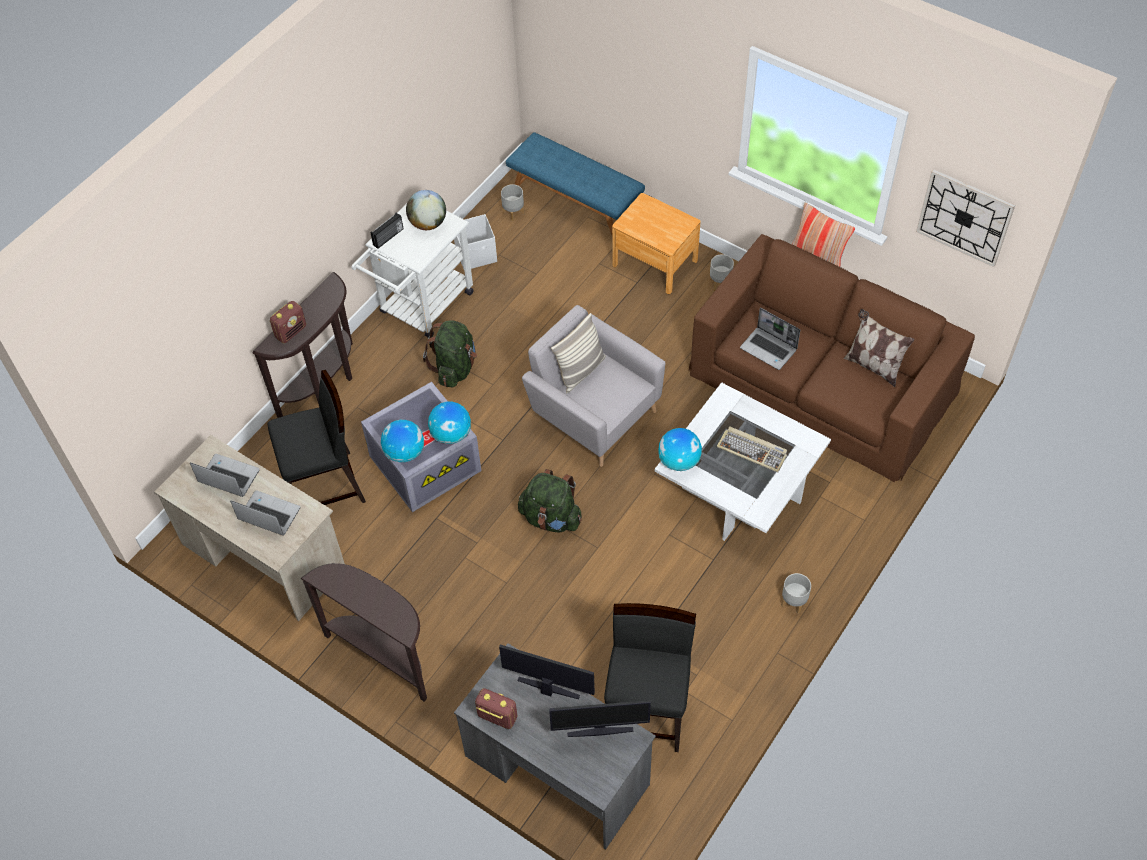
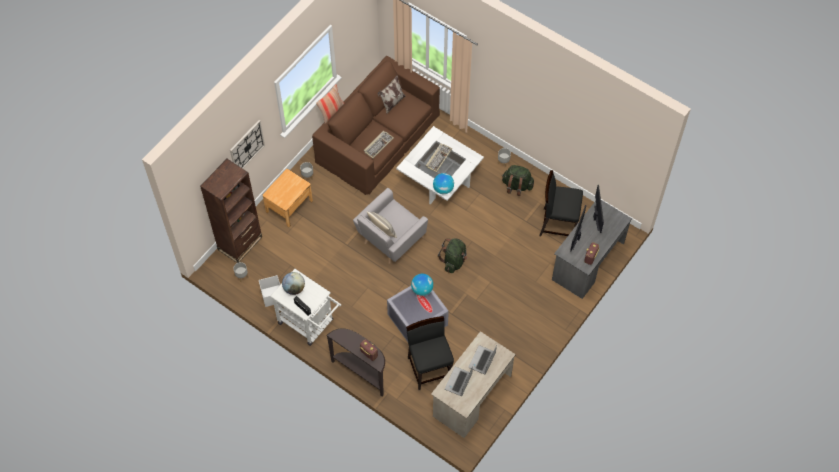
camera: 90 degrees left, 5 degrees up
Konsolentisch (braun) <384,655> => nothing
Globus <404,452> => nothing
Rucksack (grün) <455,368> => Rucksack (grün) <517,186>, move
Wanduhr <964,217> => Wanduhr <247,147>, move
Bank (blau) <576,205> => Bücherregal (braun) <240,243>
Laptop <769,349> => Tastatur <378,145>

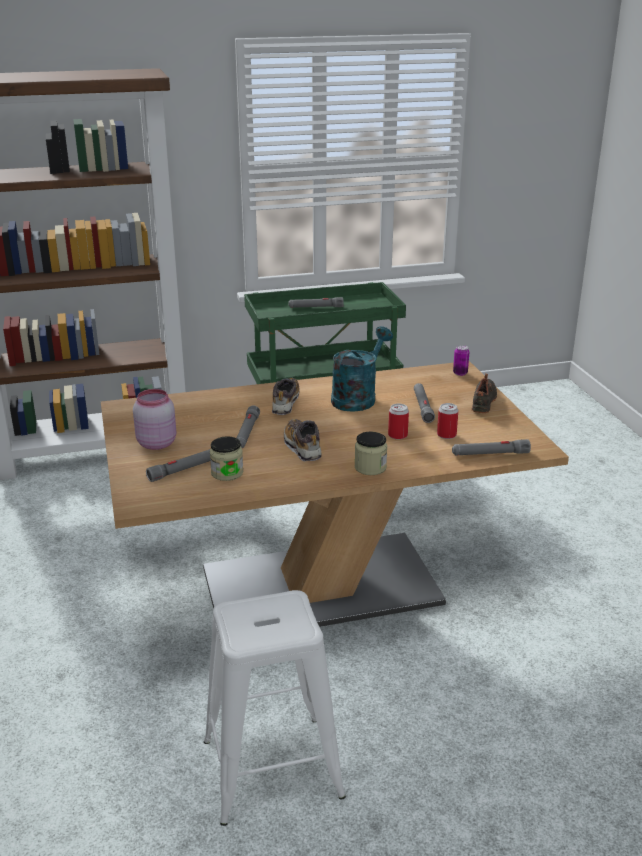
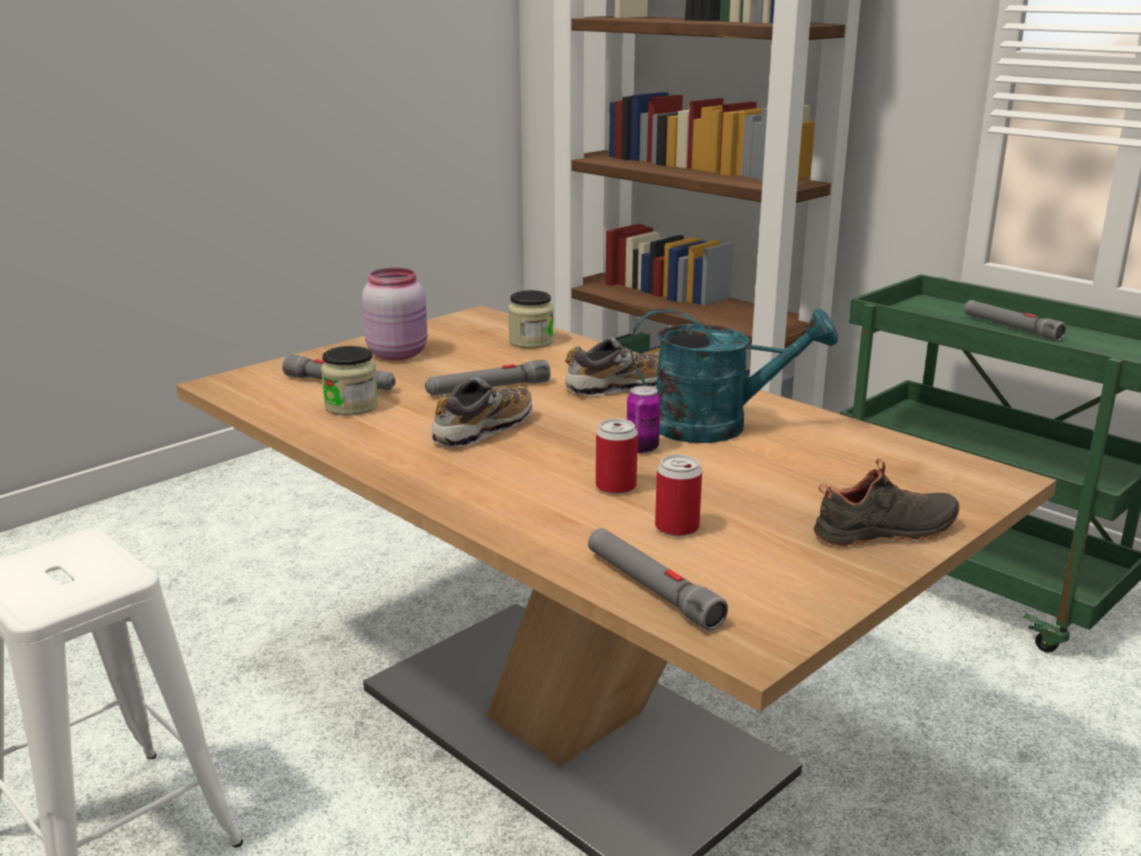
camera: 60 degrees right, 5 degrees down
Taschenlampe (grau) <422,407> => nothing
Vorratsglas <370,467> => Vorratsglas <531,342>, move
Dose <460,373> => Dose <642,448>, move

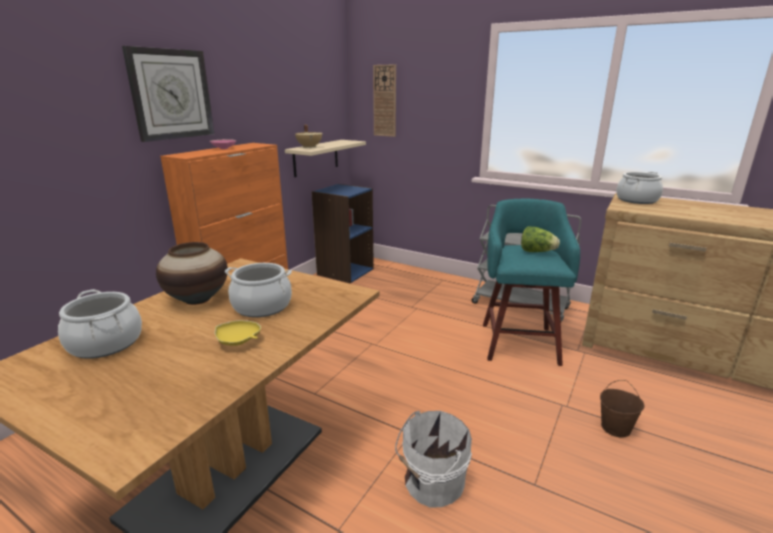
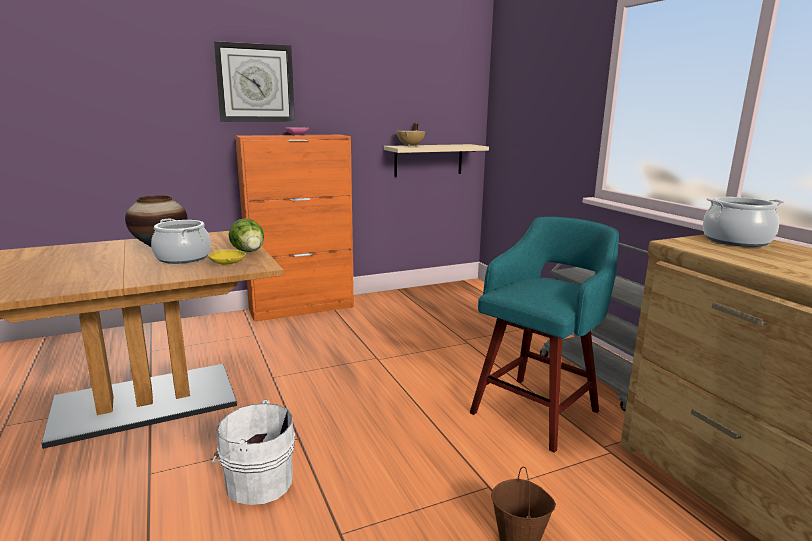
camera: 35 degrees right, 5 degrees down
Kochtopf <106,343> => nothing
Bücherregal (blau) <345,271> => nothing
Wanduhr <385,101> => nothing
Schüssel (gelb) <238,342> => Schüssel (gelb) <227,264>, move
Salatkopf <536,252> => Salatkopf <249,252>, move

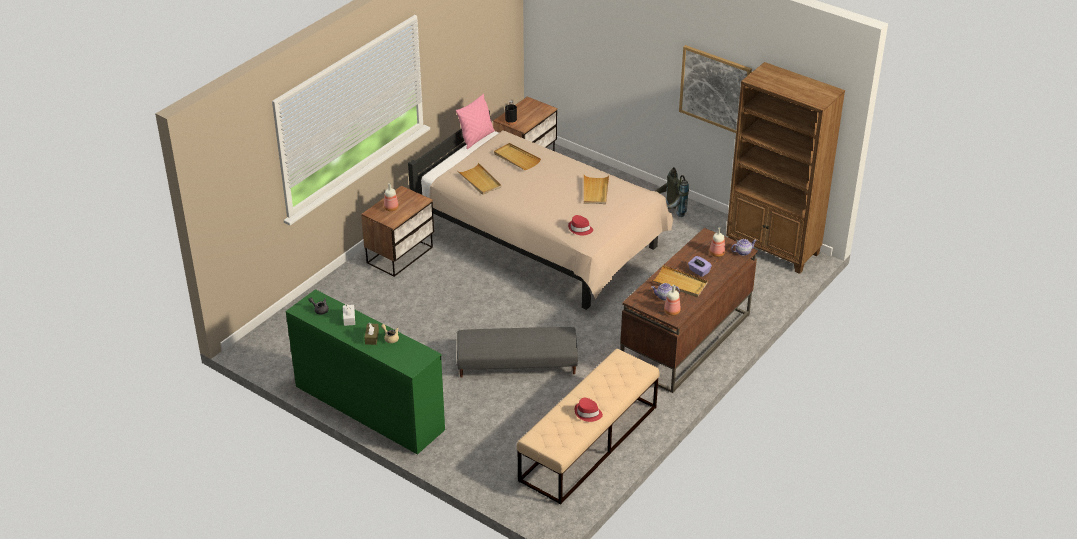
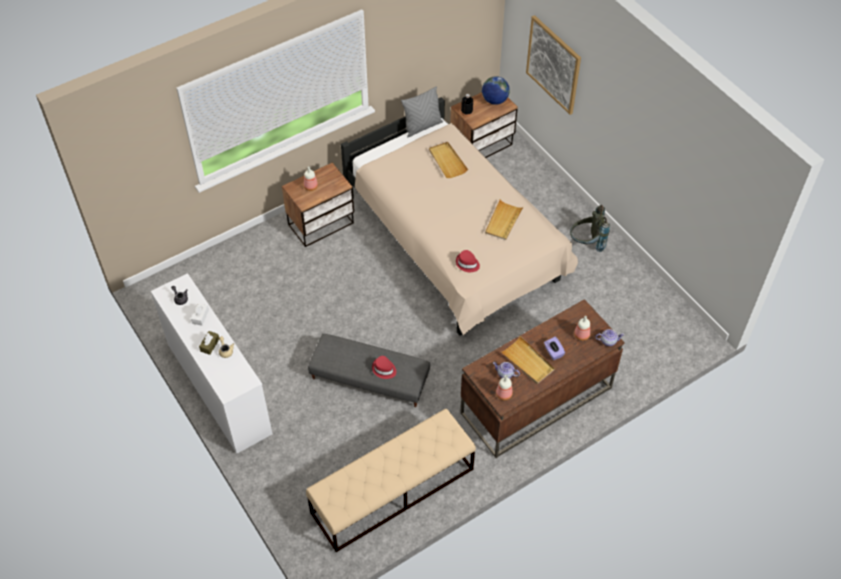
camera: 20 degrees right, 15 degrees up
Tablett (beige) <480,181> => nothing
Bücherregal (braun) <773,249> => nothing
nothing => Globus <494,100>
Hut (rot) <588,413> => Hut (rot) <384,369>, move
Bild <715,89> => Bild <553,64>, move
Kommode (grün) <369,408> => Kommode (weiß) <218,388>
Kissen (rosa) <476,138> => Kissen (grau) <422,126>

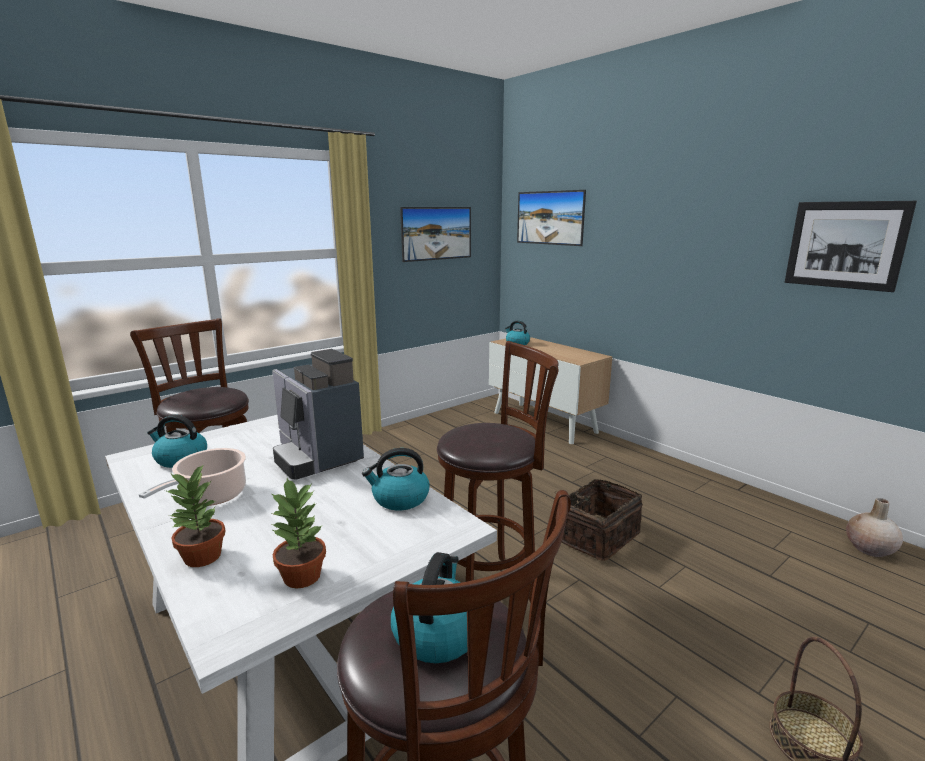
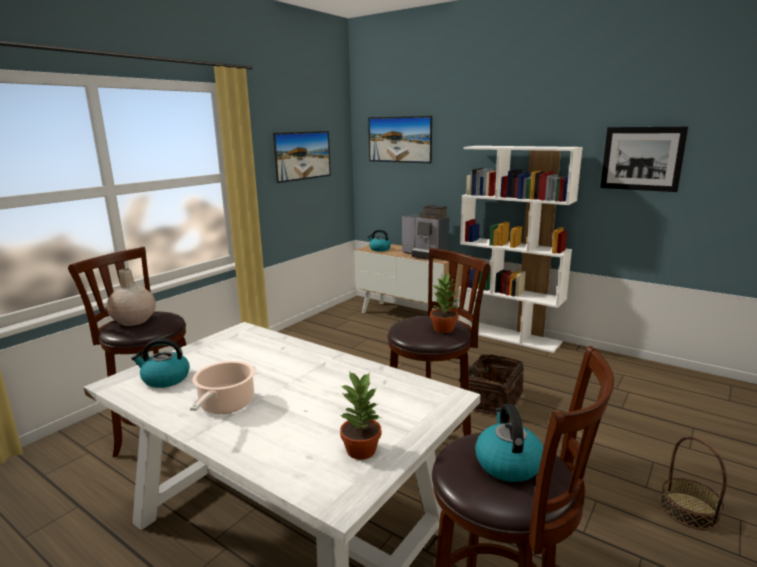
camera: 15 degrees left, 0 degrees up
Wasserkessel <399,499> => nothing
nothing => Bücherregal (weiß) <508,336>
Topfpflanze <203,557> => Topfpflanze <444,329>, move
Kaffeemaschine <317,456> => Kaffeemaschine <425,254>, move
Vase (beige) <869,549> => Vase (beige) <134,321>, move

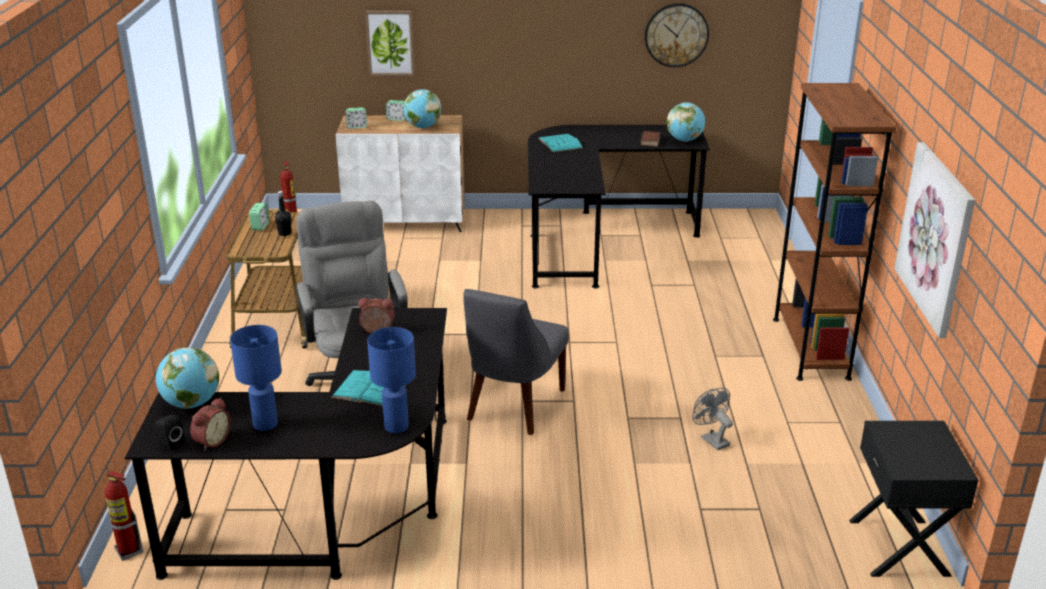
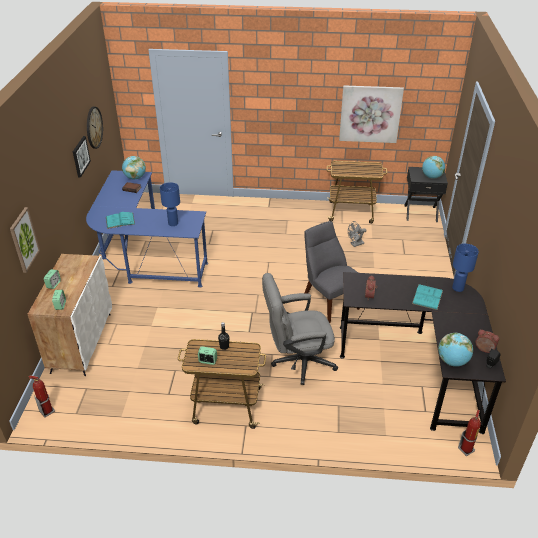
camera: 85 degrees left, 10 degrees up
Bücherregal (braun) <810,348> => nothing
nothing => Bild <80,156>
nothing => Rollwagen <352,212>
Tischlampe (blau) <265,424> => Tischlampe (blau) <173,223>, move
Globus <423,127> => Globus <431,177>, move
Schreibtisch (schwarz) <596,238> => Schreibtisch (blau) <144,257>
Stuhl (grau) <513,407> => Stuhl (grau) <328,301>, 150 degrees counterclockwise

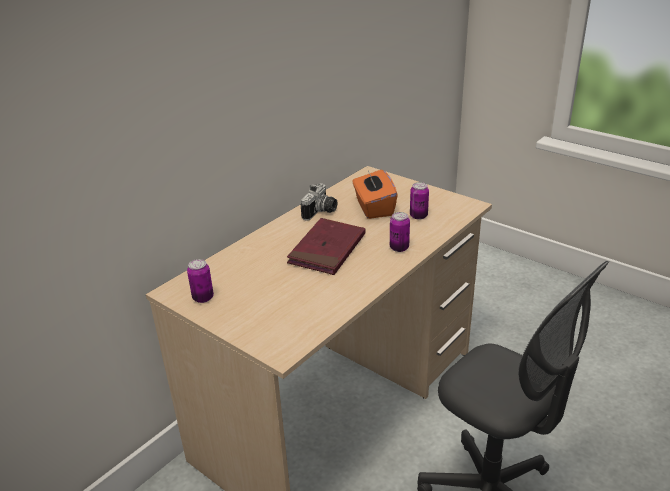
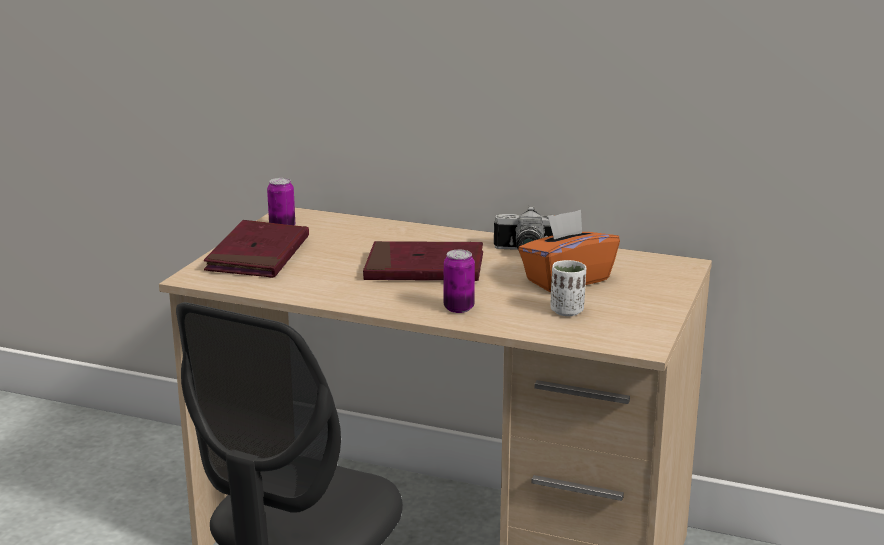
camera: 70 degrees right, 10 degrees down
nothing => Buch (rot) <258,255>
Dose <418,216> => Tasse (weiß) <567,311>

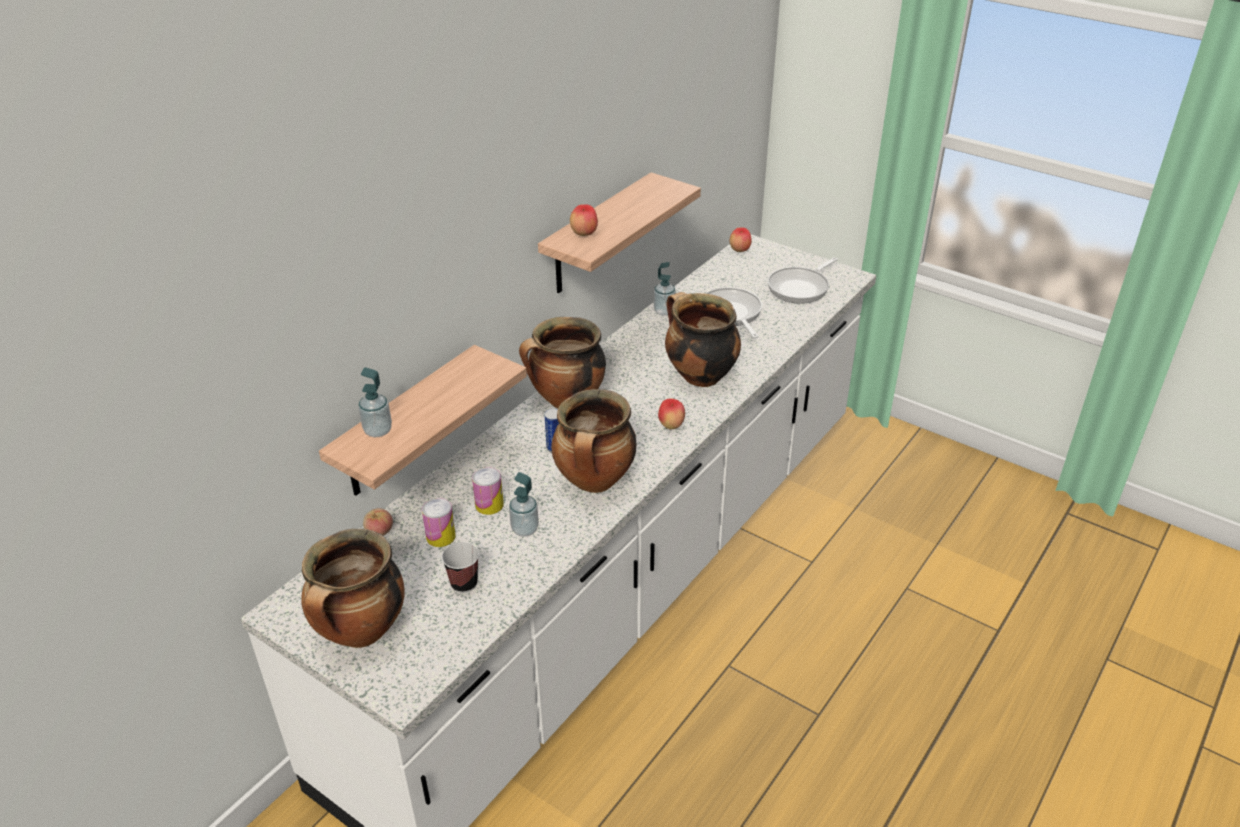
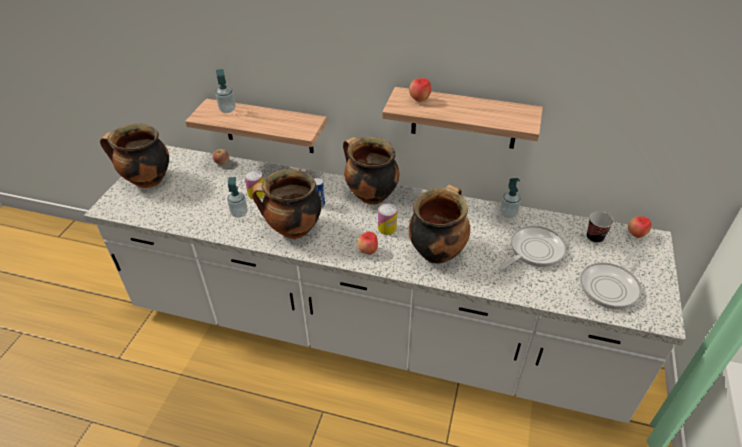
camera: 70 degrees right, 5 degrees up
Dose <440,536> => Dose <387,228>, move
Tasse <464,583> => Tasse <594,237>, move
Pfanne <800,288> => Pfanne <610,286>, 75 degrees counterclockwise

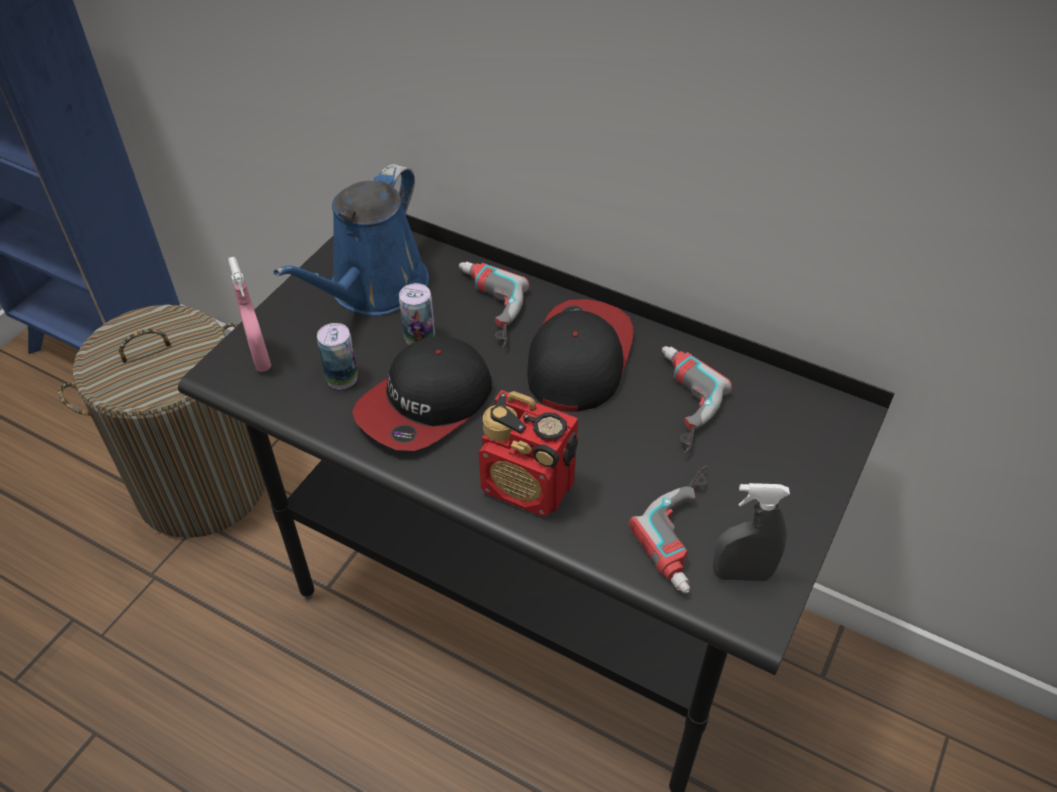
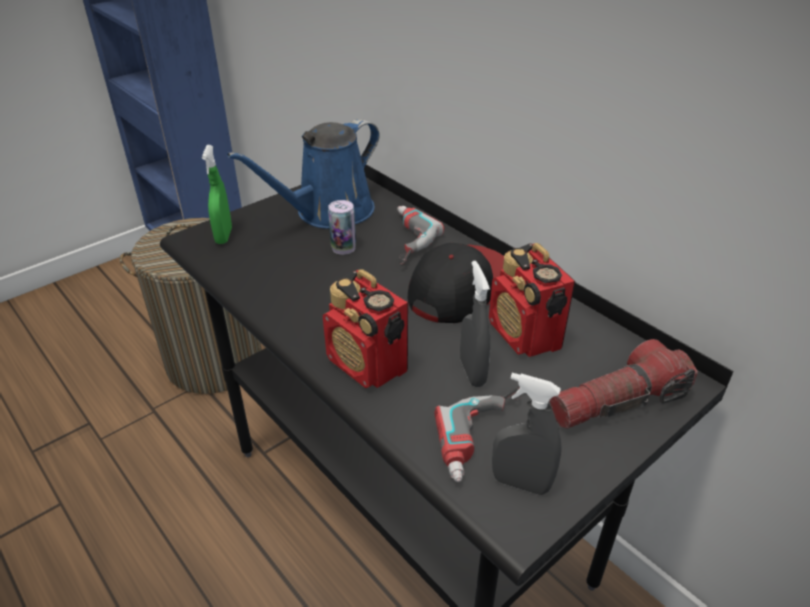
camera: 20 degrees right, 10 degrees down
Dose <342,378> => nothing
Kappe <426,404> => nothing
nothing => Sprühflasche (grau) <472,372>
nothing => Taschenlampe <618,402>
Bohrmaschine <675,403> => Radio <525,336>
Sprühflasche (rosa) <260,357> => Sprühflasche (grün) <224,236>

